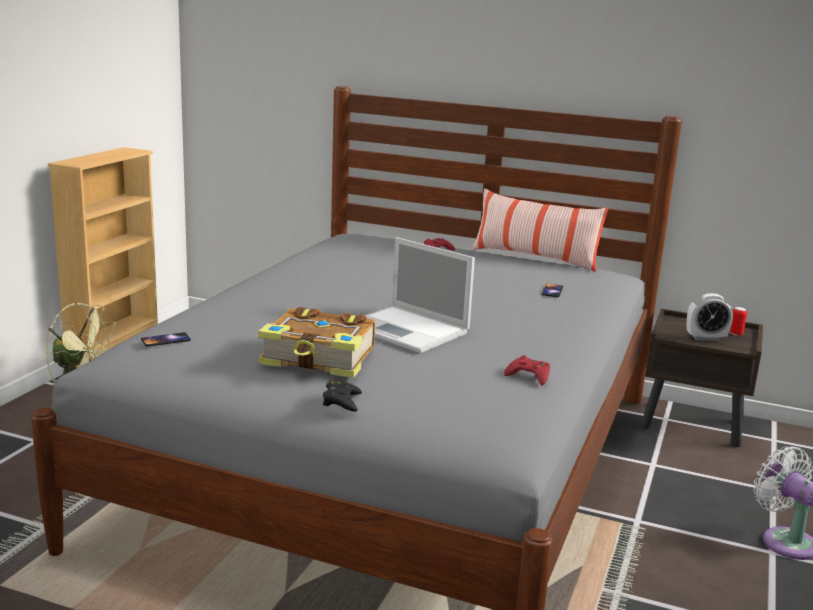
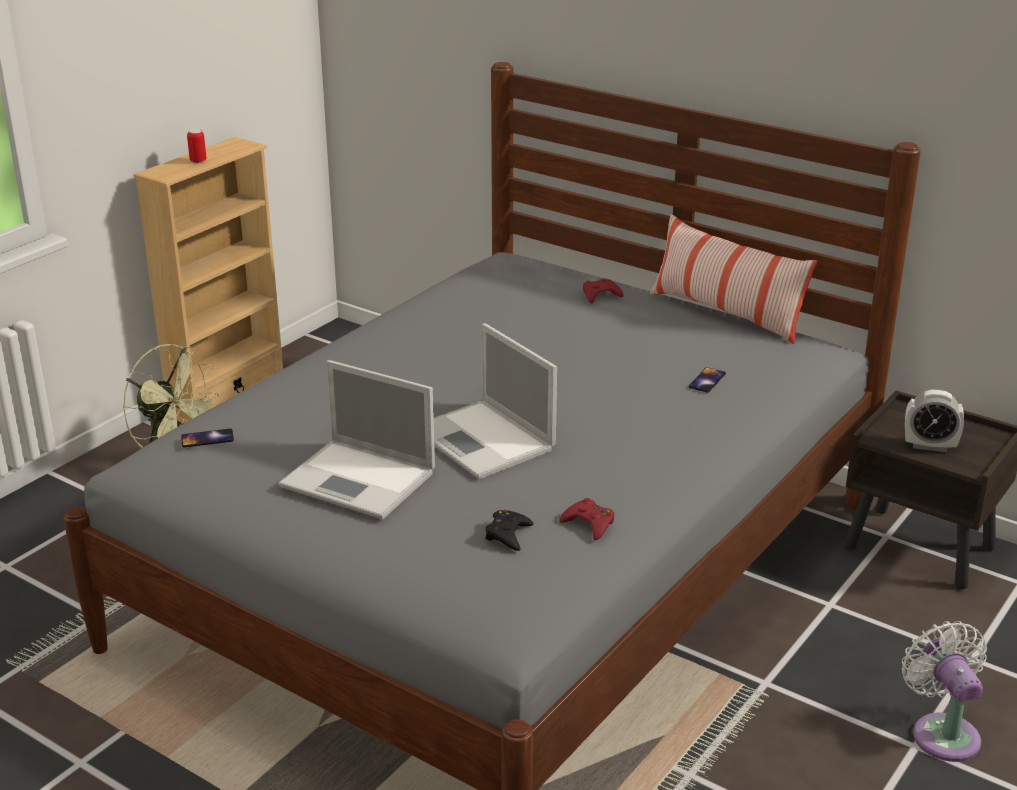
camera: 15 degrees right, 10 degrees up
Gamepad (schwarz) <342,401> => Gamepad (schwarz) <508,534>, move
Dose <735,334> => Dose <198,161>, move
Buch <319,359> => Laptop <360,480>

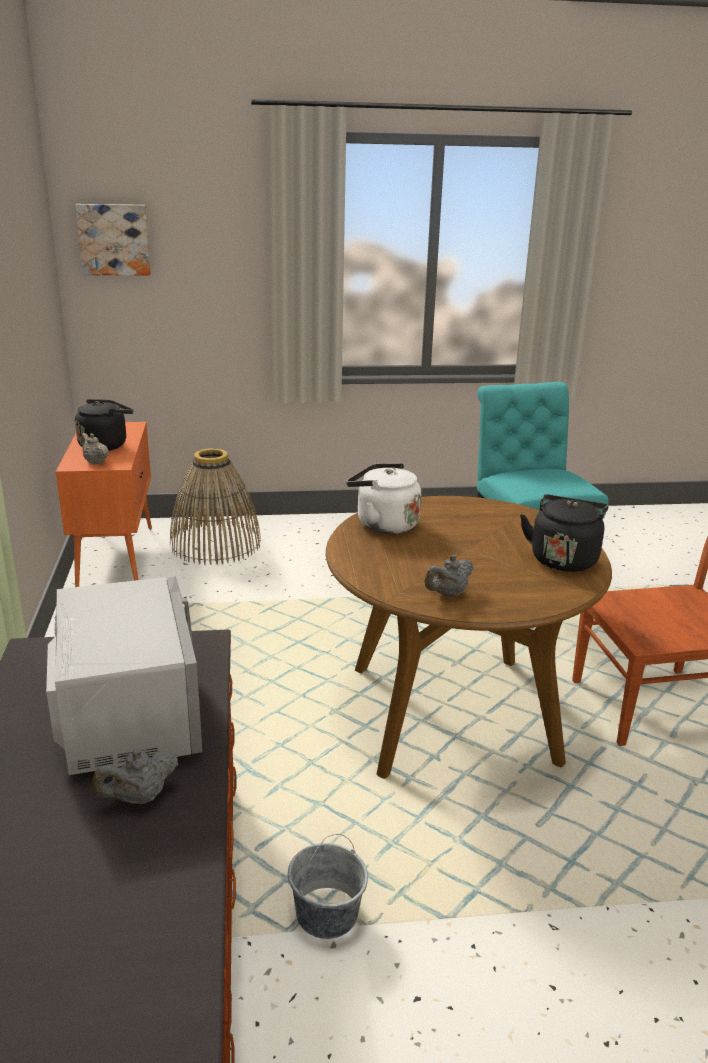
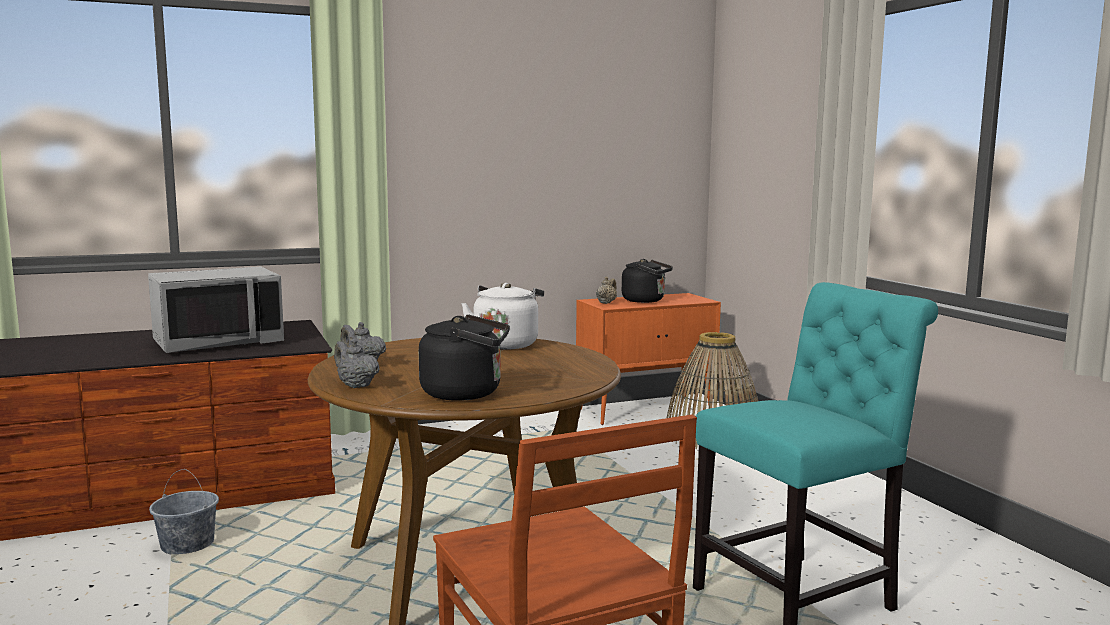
camera: 75 degrees right, 15 degrees down
Bild <114,239> => nothing
Teekanne (grau) <139,798> => Teekanne (grau) <355,385>, move

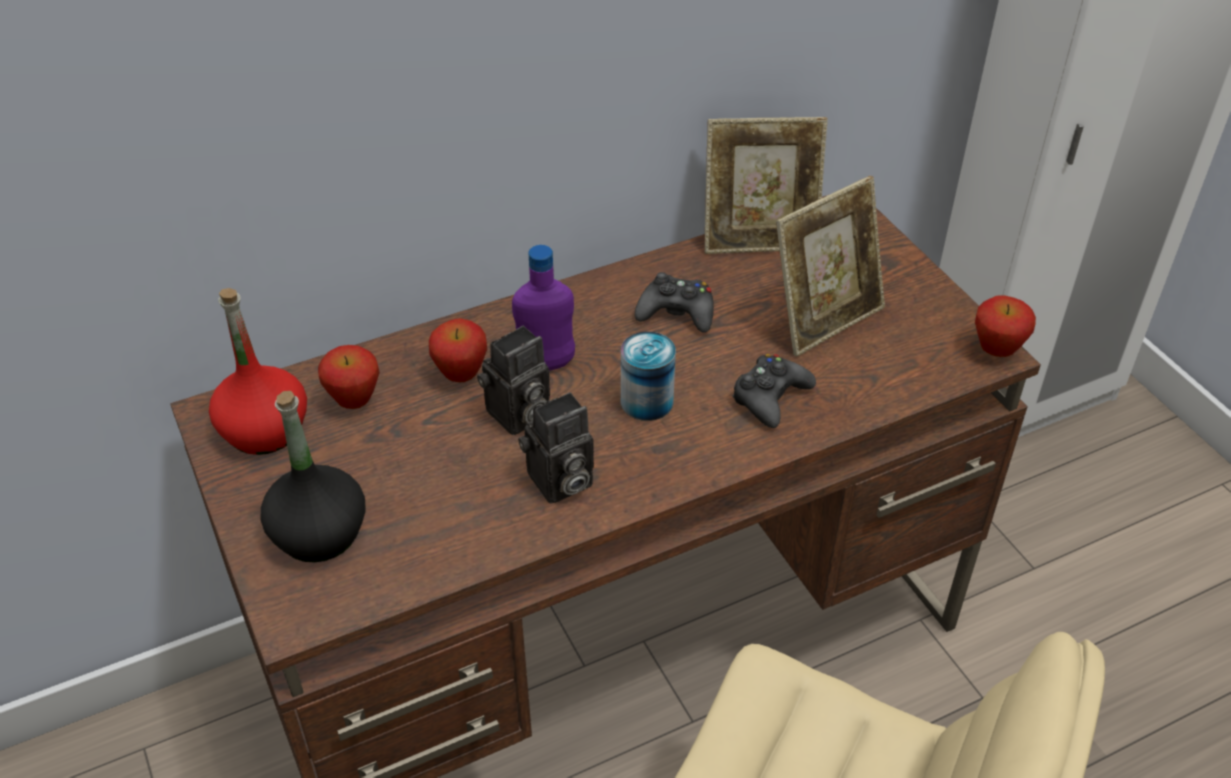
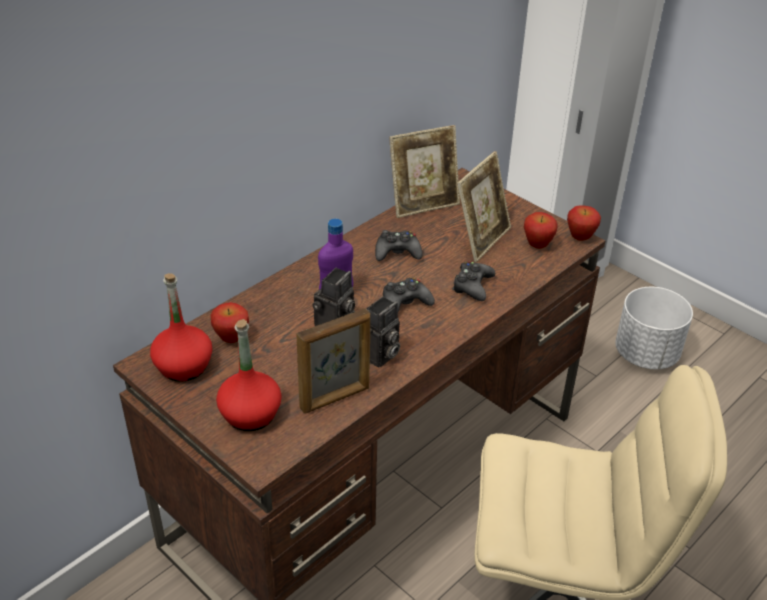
camera: 20 degrees left, 5 degrees down
nothing => Bilderrahmen <335,398>
nothing => Pflanzkübel (weiß) <646,354>
Apfel <461,375> => Apfel <537,245>, move
Dose <647,401> => Gamepad (schwarz) <405,302>
Flasche (schwarz) <318,533> => Flasche (rot) <250,414>

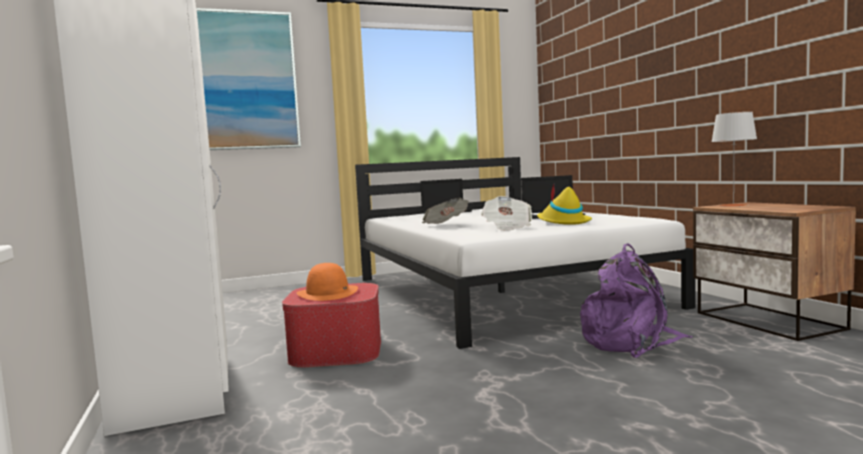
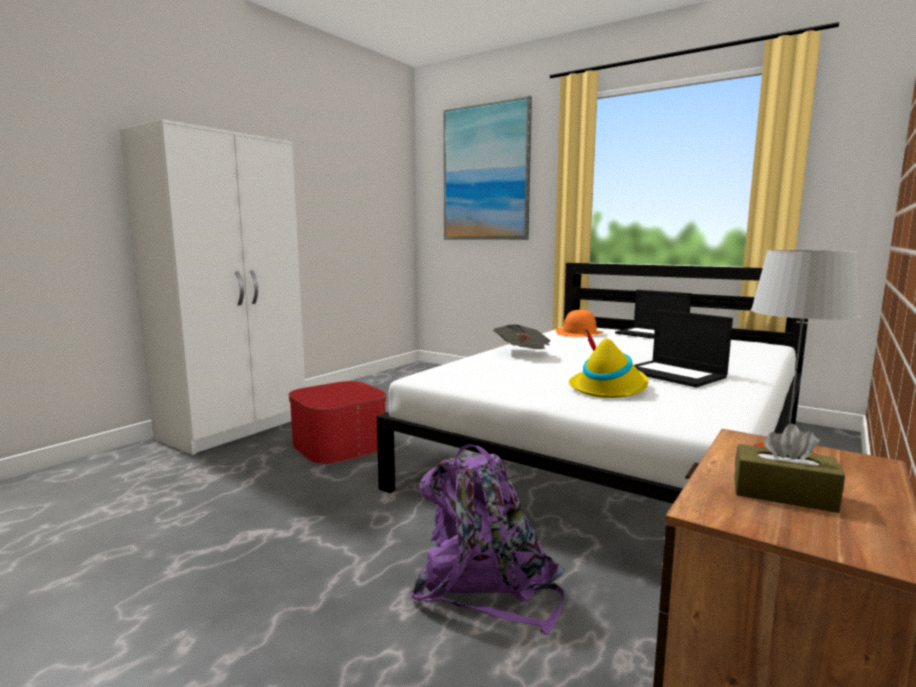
camera: 55 degrees right, 5 degrees up
Zeitung <507,228> => nothing
nothing => Taschentuchbox (braun) <783,494>
Hut (orange) <327,293> => Hut (orange) <579,333>, move

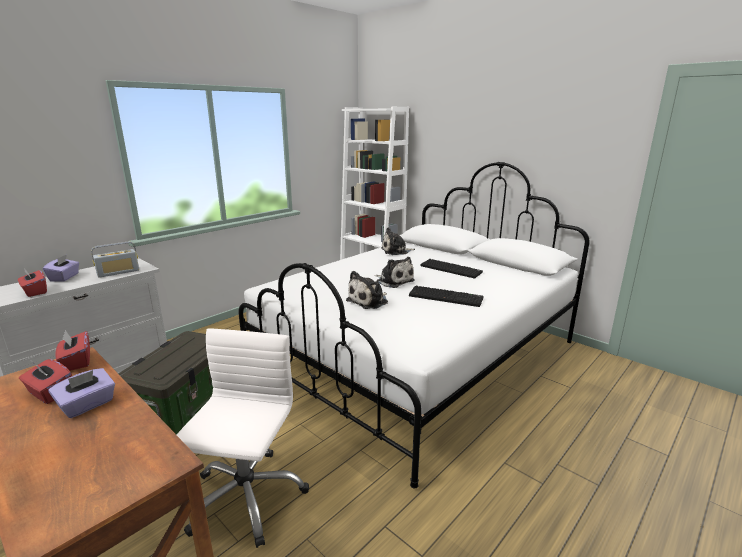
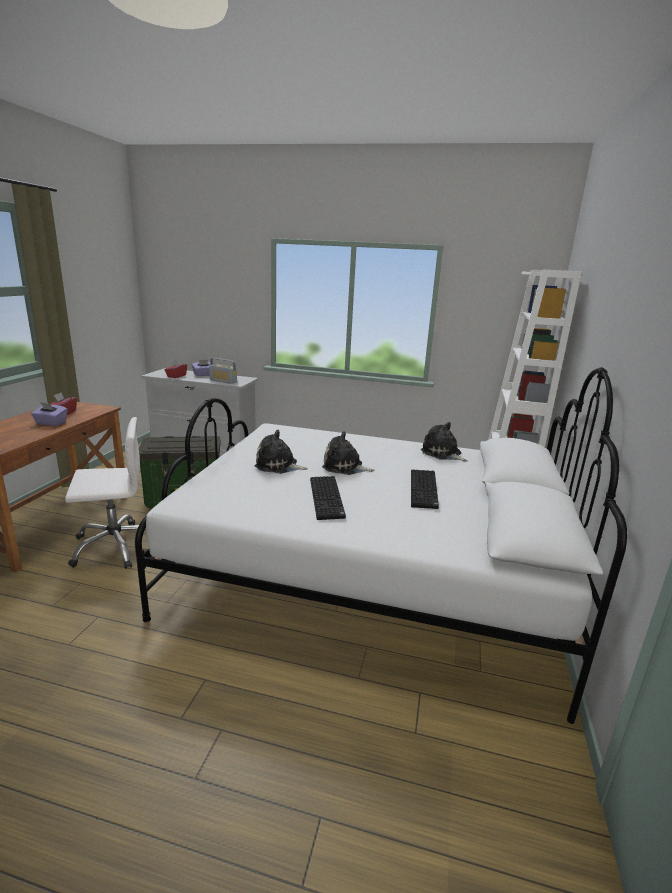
camera: 60 degrees right, 0 degrees up
Taschentuchbox (rot) <76,362> => nothing
Plüschtier <394,281> => Plüschtier <345,467>, 90 degrees clockwise

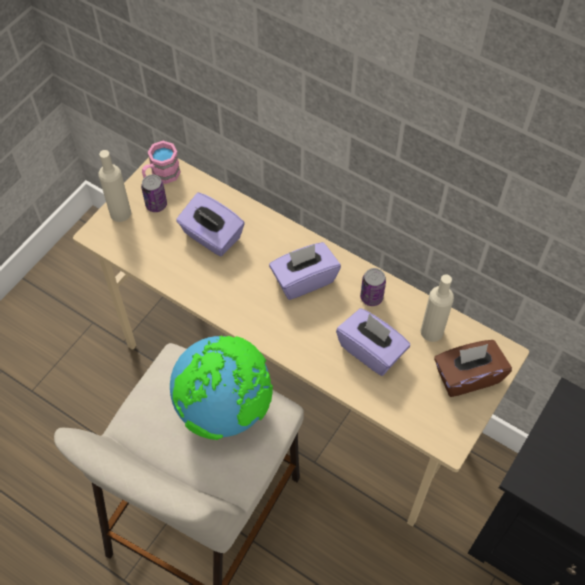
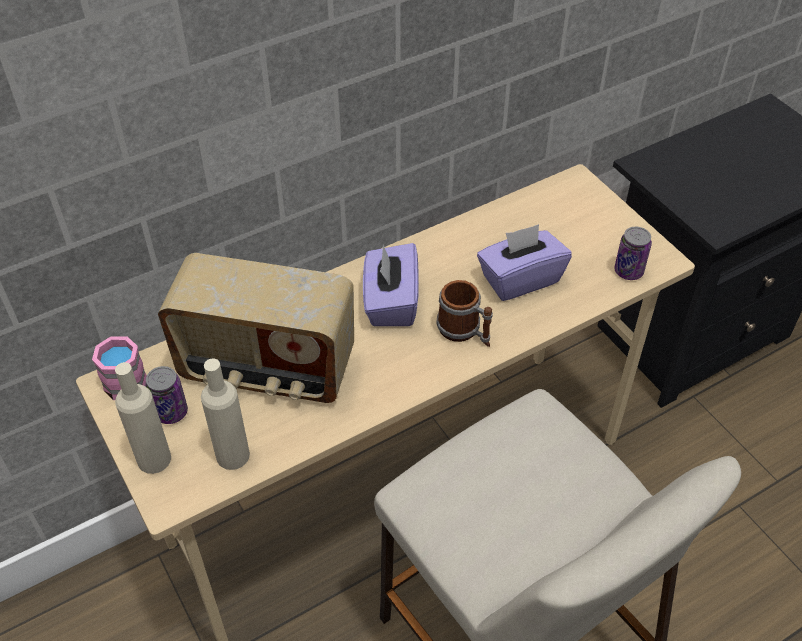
camera: 65 degrees left, 10 degrees down
Globus <225,408> => nothing
Taschentuchbox (braun) <467,376> => nothing
nothing => Henkelbecher <464,332>
Dose <371,297> => Dose <628,271>, move
Flasche (beige) <432,331> => Flasche (beige) <233,455>, move
Taschentuchbox (lila) <211,236> => Radio <267,369>

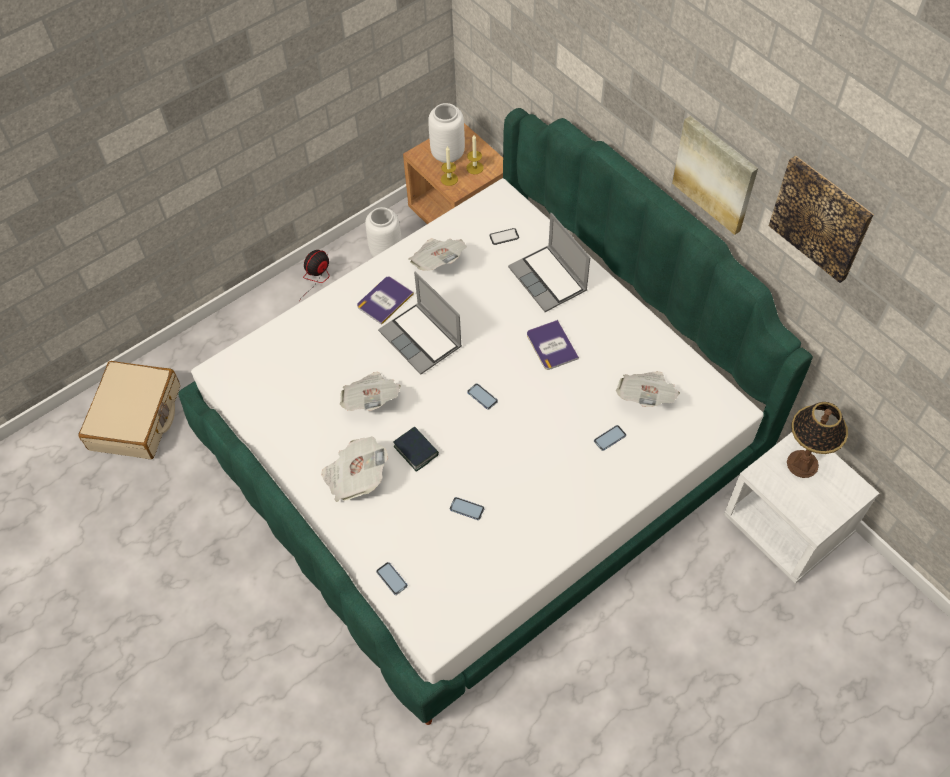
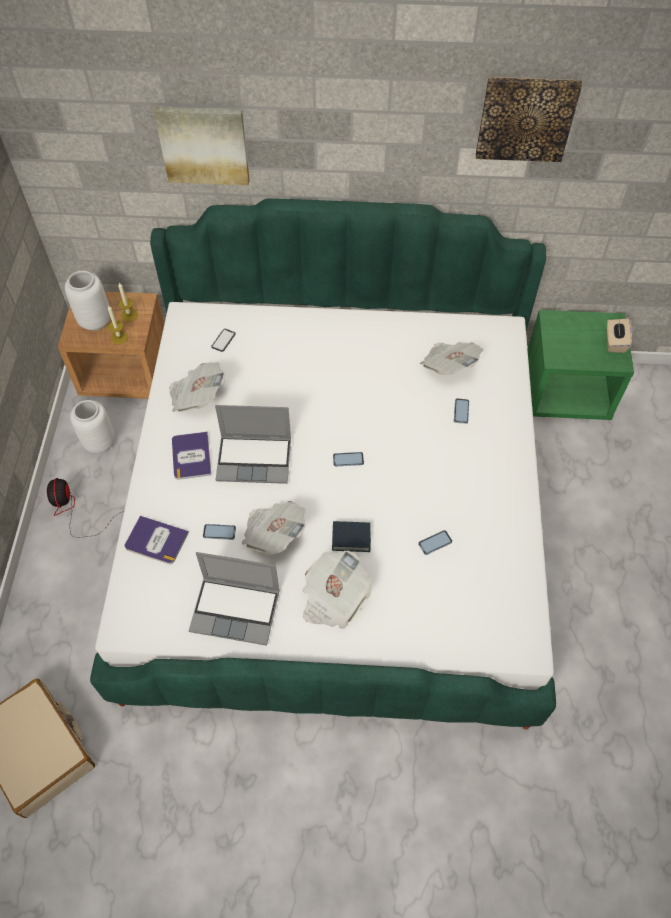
camera: 50 degrees left, 0 degrees up
Tischlampe <802,463> => nothing
nothing => Taschentuchbox (beige) <614,342>
Handy <392,579> => Handy <219,532>, move
Laptop <549,280> => Laptop <236,610>, move
Buch <551,346> => Buch <156,540>, move
Bild <716,174> => Bild <204,144>, move
Nachttisch (weiß) <787,526> => Nachttisch (grün) <566,392>

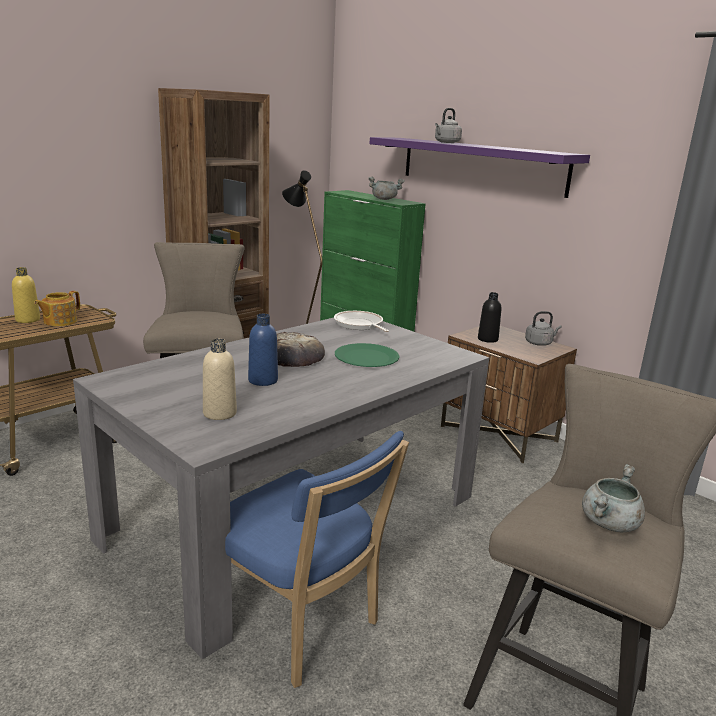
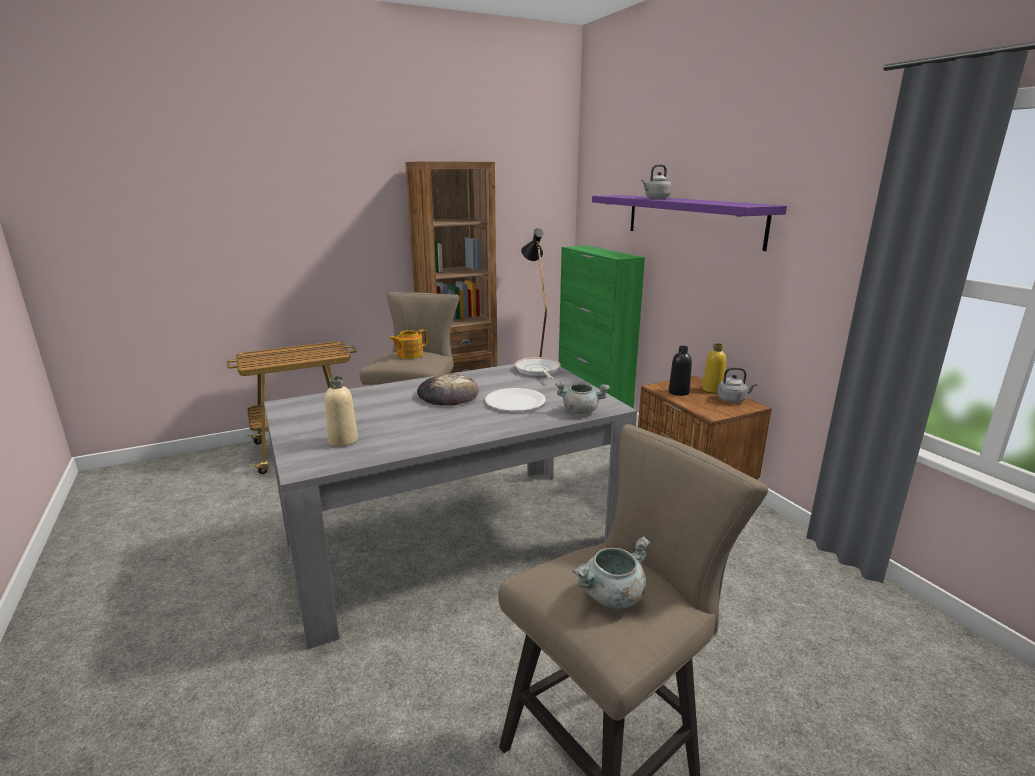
camera: 20 degrees right, 0 degrees up
Stuhl (blau) <300,625> => nothing
Flasche (blau) <263,380> => nothing
Flasche (gelb) <28,320> => Flasche (gelb) <712,389>, move
Teekanne <59,321> => Teekanne <409,355>, move
Kochtopf (grau) <384,199> => Kochtopf (grau) <581,411>, move
Teller (grün) <366,357> => Teller (weiß) <515,401>

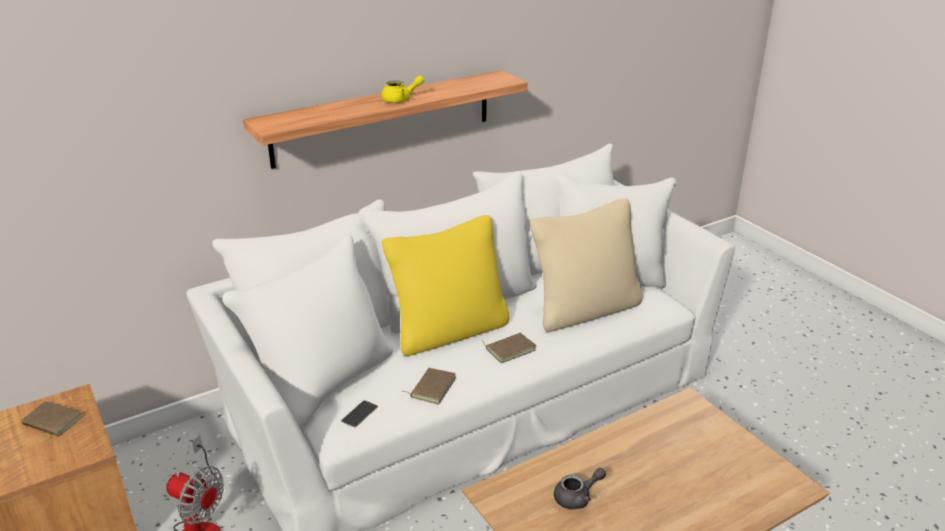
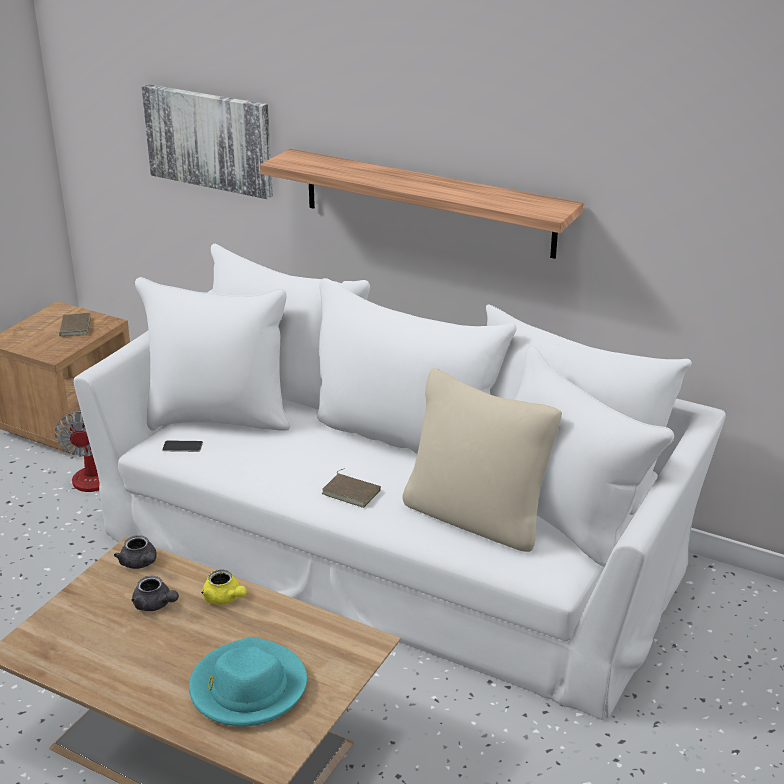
camera: 60 degrees right, 0 degrees up
Kissen (gelb) <449,331> => nothing
Buch (braun) <432,387> => nothing
nothing => Teekanne (grau) <140,563>
nothing => Bild <209,139>
nothing => Hut (türkis) <247,687>
Teekanne (gelb) <401,100> => Teekanne (gelb) <224,598>, move

